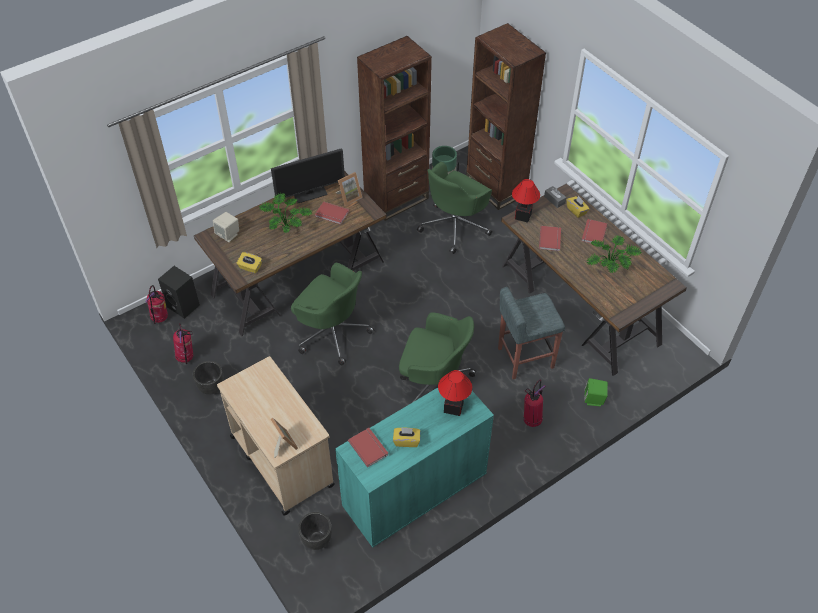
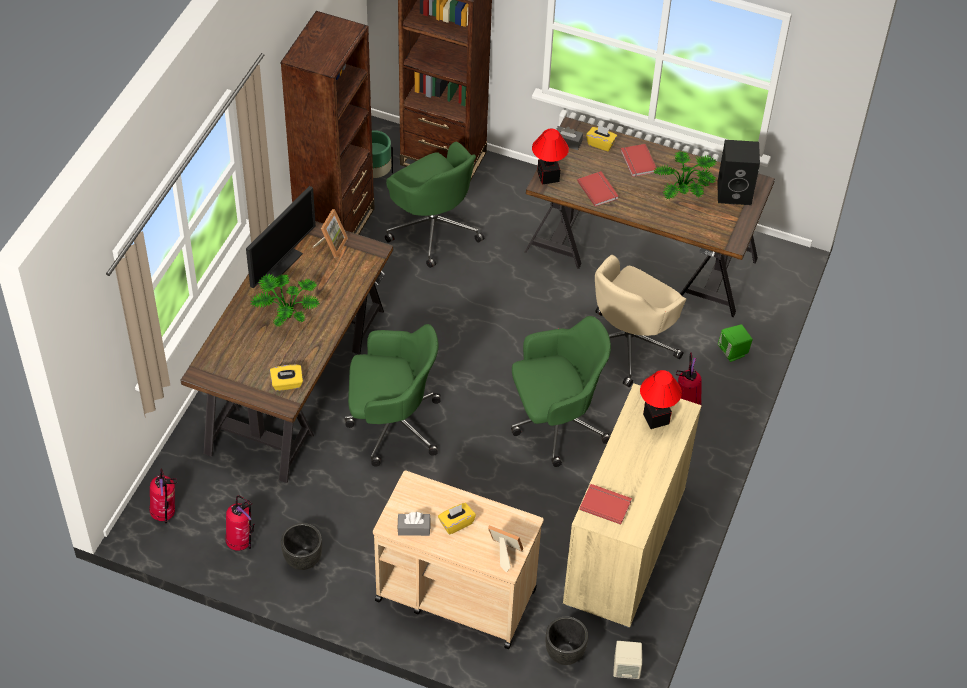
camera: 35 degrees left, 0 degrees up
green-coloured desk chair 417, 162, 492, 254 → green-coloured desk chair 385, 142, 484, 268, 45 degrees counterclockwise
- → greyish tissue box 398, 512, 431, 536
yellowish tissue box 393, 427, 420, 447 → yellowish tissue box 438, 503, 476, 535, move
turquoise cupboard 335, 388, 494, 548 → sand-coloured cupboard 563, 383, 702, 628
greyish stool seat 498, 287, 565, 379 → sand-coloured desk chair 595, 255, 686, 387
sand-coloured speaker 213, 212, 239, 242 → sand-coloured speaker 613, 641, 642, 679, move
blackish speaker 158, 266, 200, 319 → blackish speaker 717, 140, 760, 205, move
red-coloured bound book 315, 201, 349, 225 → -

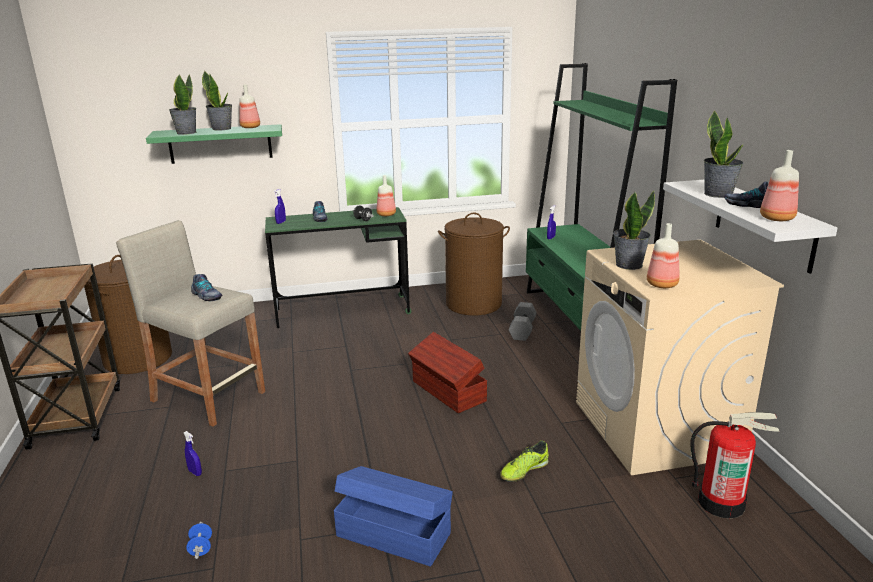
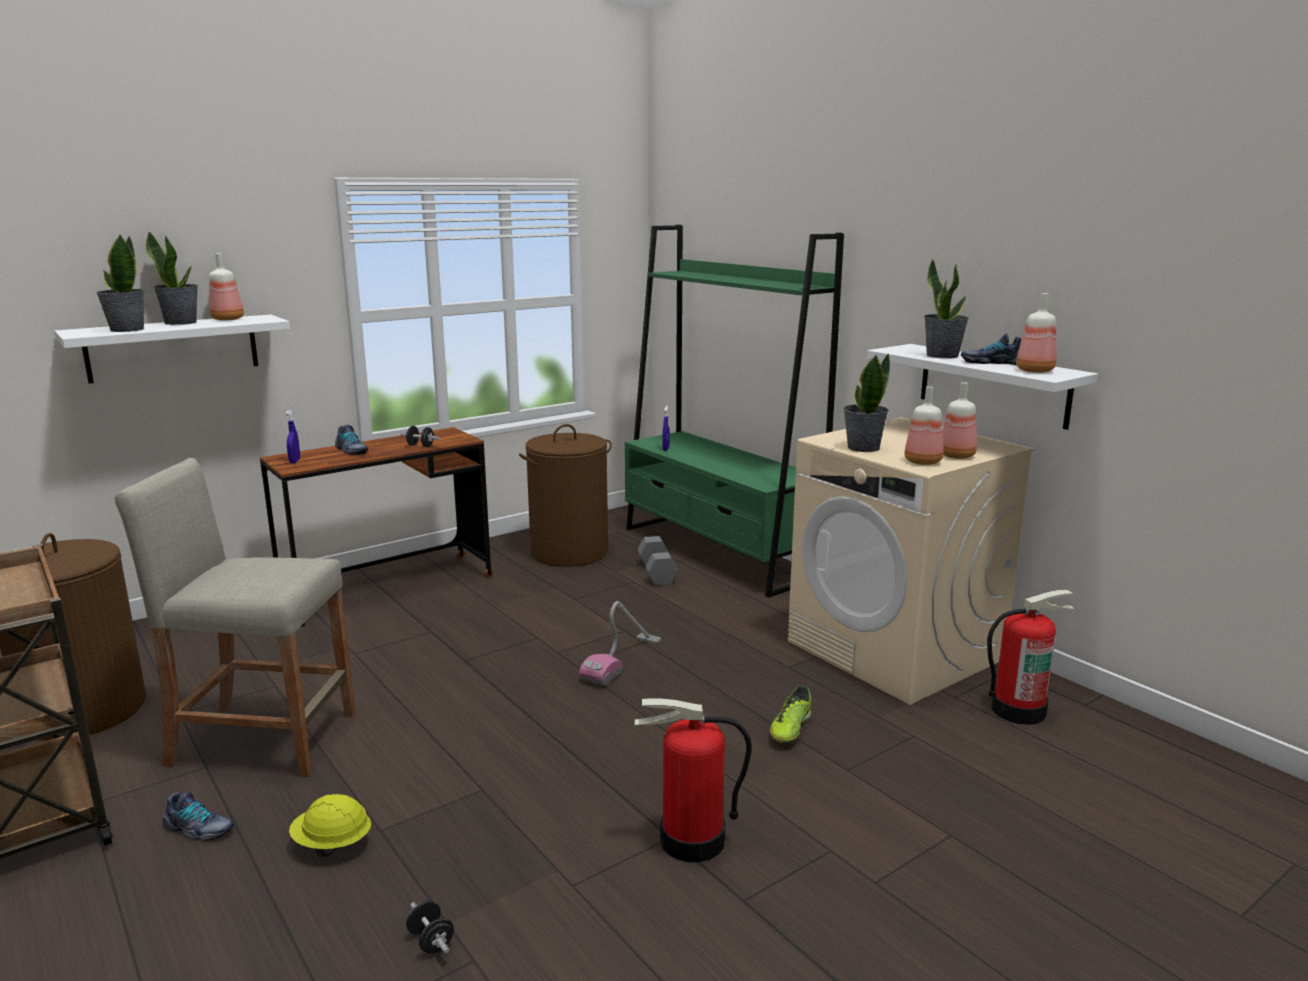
camera: 25 degrees left, 5 degrees down
green-coloured bracket shelf 146, 124, 282, 164 → whitish bracket shelf 54, 314, 290, 384
low shoe 191, 274, 222, 301 → low shoe 163, 792, 234, 841, move
green-coloured desk 265, 207, 412, 328 → brownish desk 260, 427, 494, 627
bluish spray bottle 184, 431, 202, 476 → yellowish safety helmet 289, 794, 371, 857
bluish free weight 186, 522, 212, 559 → blackish free weight 406, 901, 454, 954
brownish storage container 408, 332, 487, 413 → vacuum 579, 601, 661, 686
bluish storage container 334, 466, 453, 567 → fire extinguisher 634, 698, 752, 862
bottle 376, 175, 396, 216 → bottle 942, 382, 977, 459, move

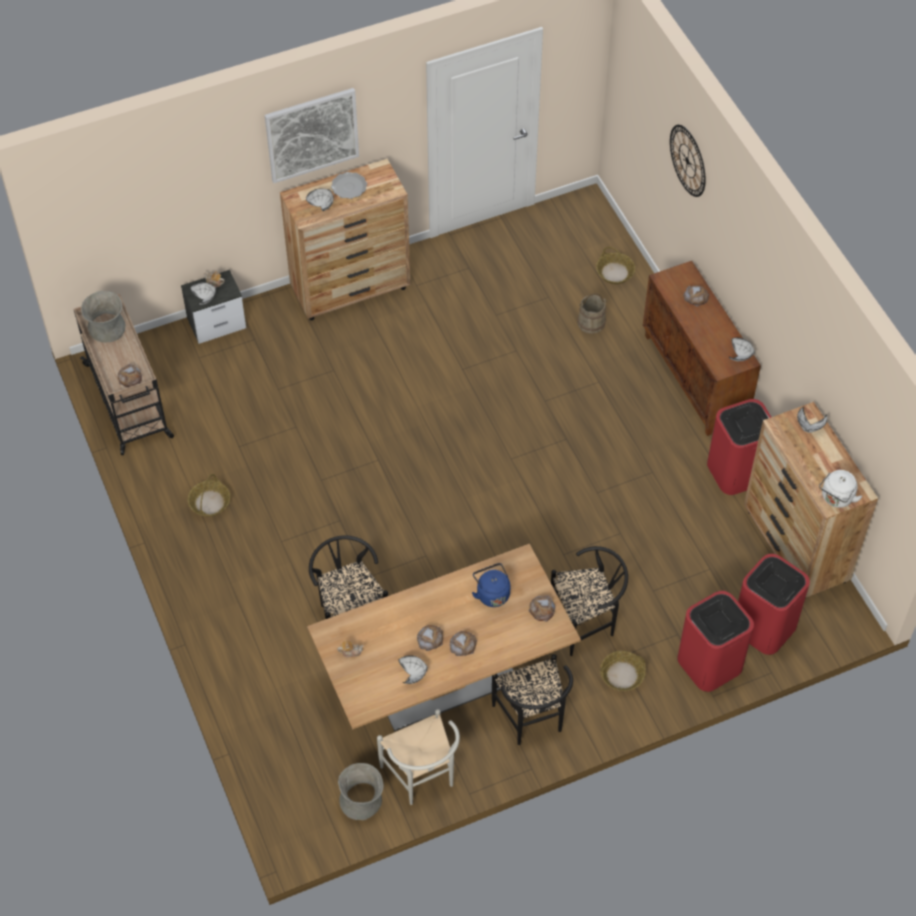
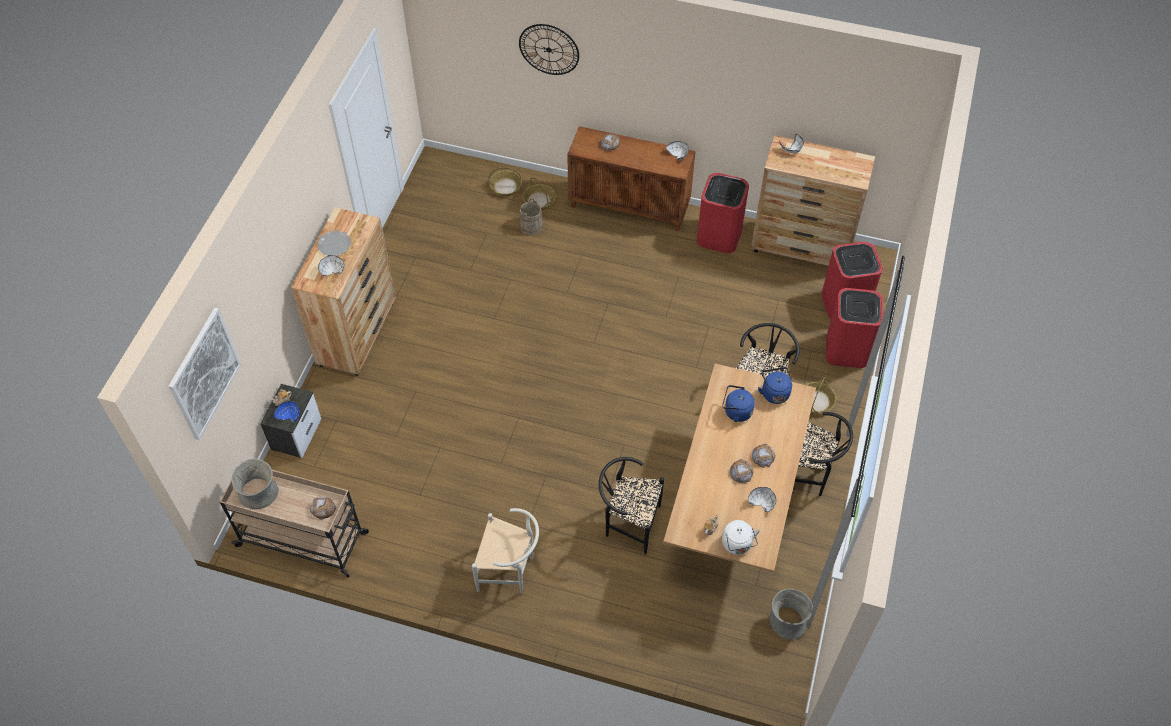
camera: 50 degrees left, 0 degrees up
wall picture 265, 88, 359, 183 → wall picture 168, 308, 241, 440, move
whitish bowl 190, 282, 216, 305 → bluish bowl 274, 401, 300, 423
whitish plain chair 377, 709, 460, 805 → whitish plain chair 472, 508, 539, 594, move
household basket 188, 474, 230, 517 → household basket 523, 177, 556, 210, move
whitish water kettle 819, 470, 863, 508 → whitish water kettle 722, 520, 760, 555, move
bread 529, 595, 555, 622 → bluish water kettle 758, 367, 792, 404

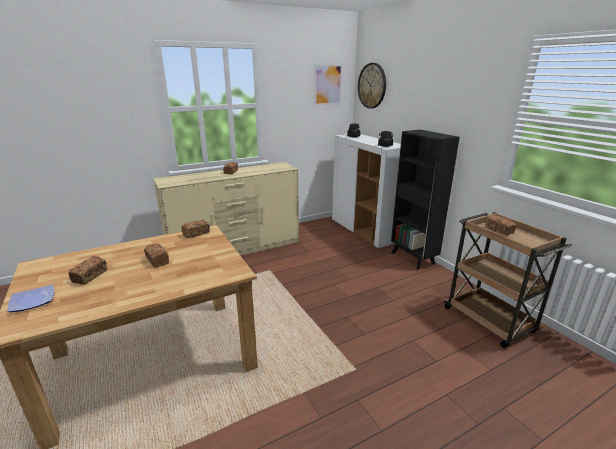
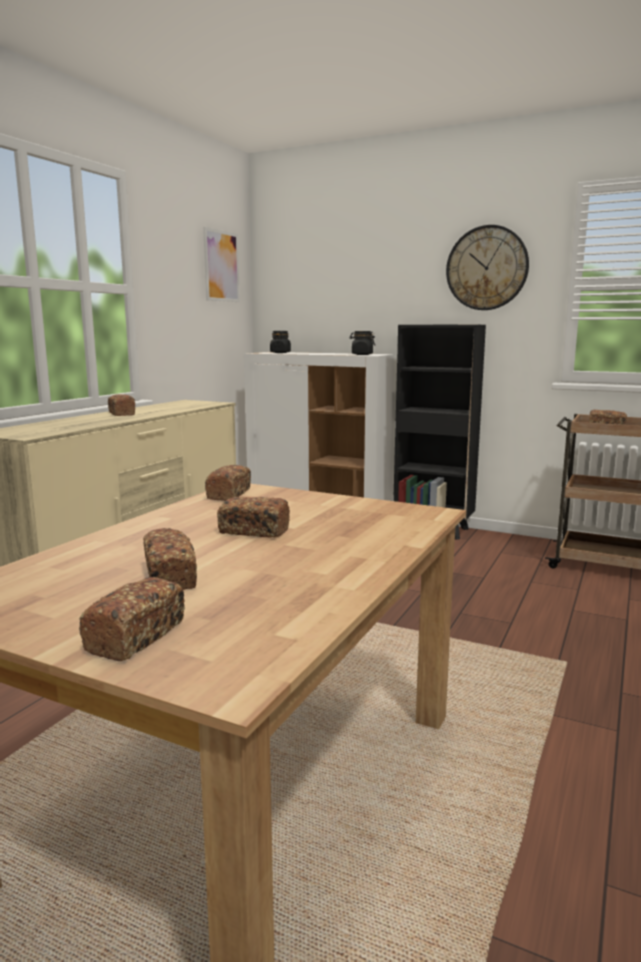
camera: 35 degrees left, 10 degrees down
plate 8, 284, 54, 312 → bread 79, 577, 185, 661
wall clock 358, 63, 386, 109 → wall clock 446, 225, 529, 310, move

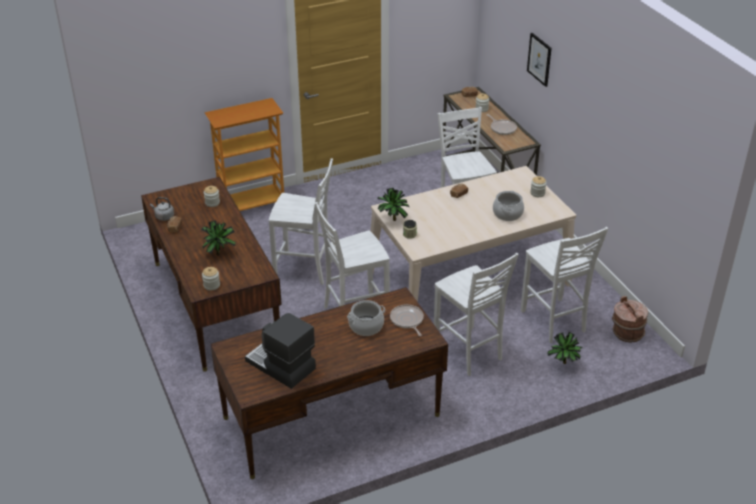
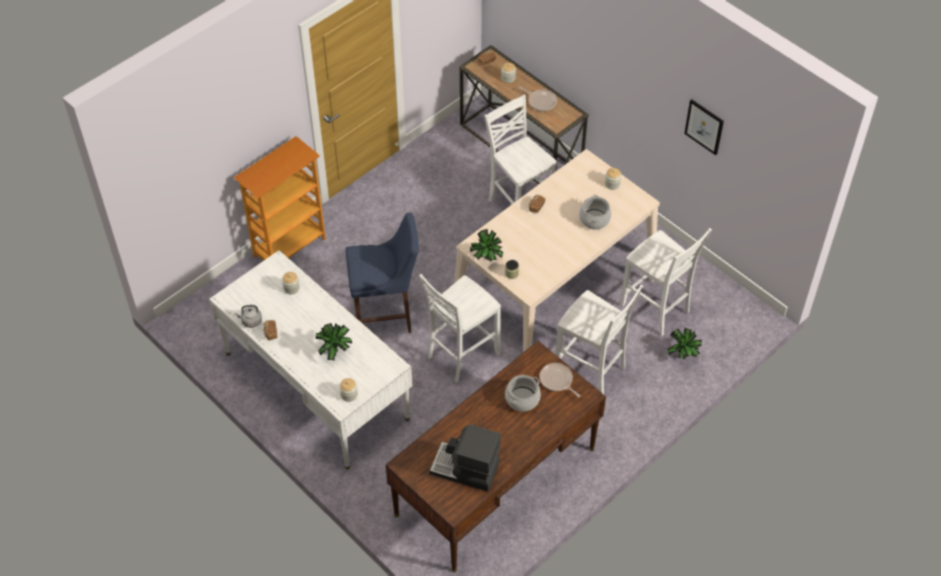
camera: 20 degrees left, 15 degrees up
brownish desk 141, 177, 282, 372 → whitish desk 209, 250, 413, 470
whitish plain chair 269, 158, 333, 285 → bluish stool seat 345, 213, 419, 333
wall picture 527, 33, 552, 87 → wall picture 684, 99, 724, 155, move
brownish water bucket 612, 296, 648, 342 → -

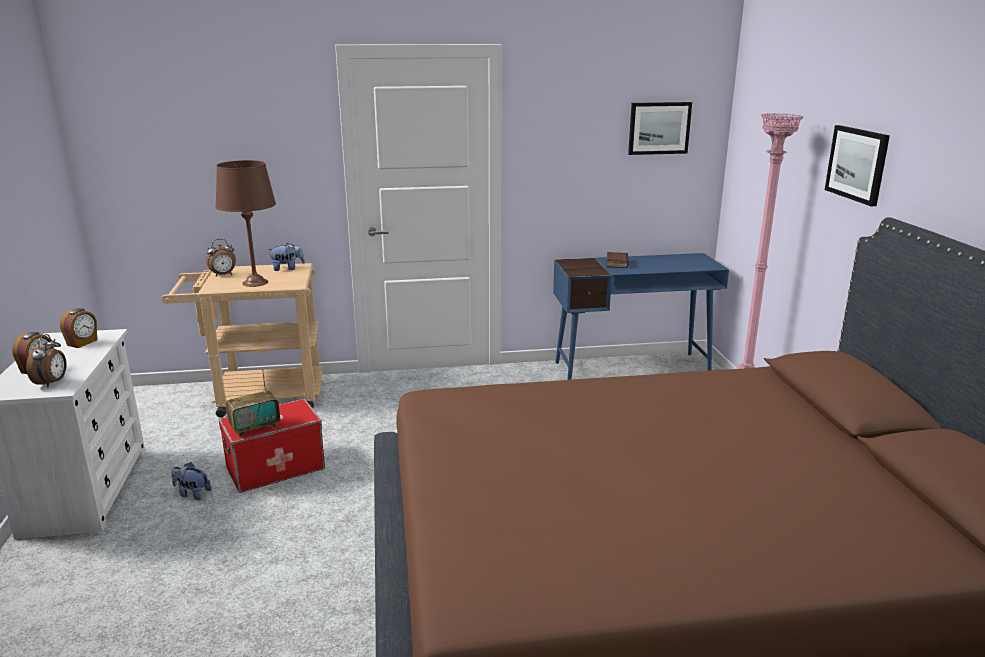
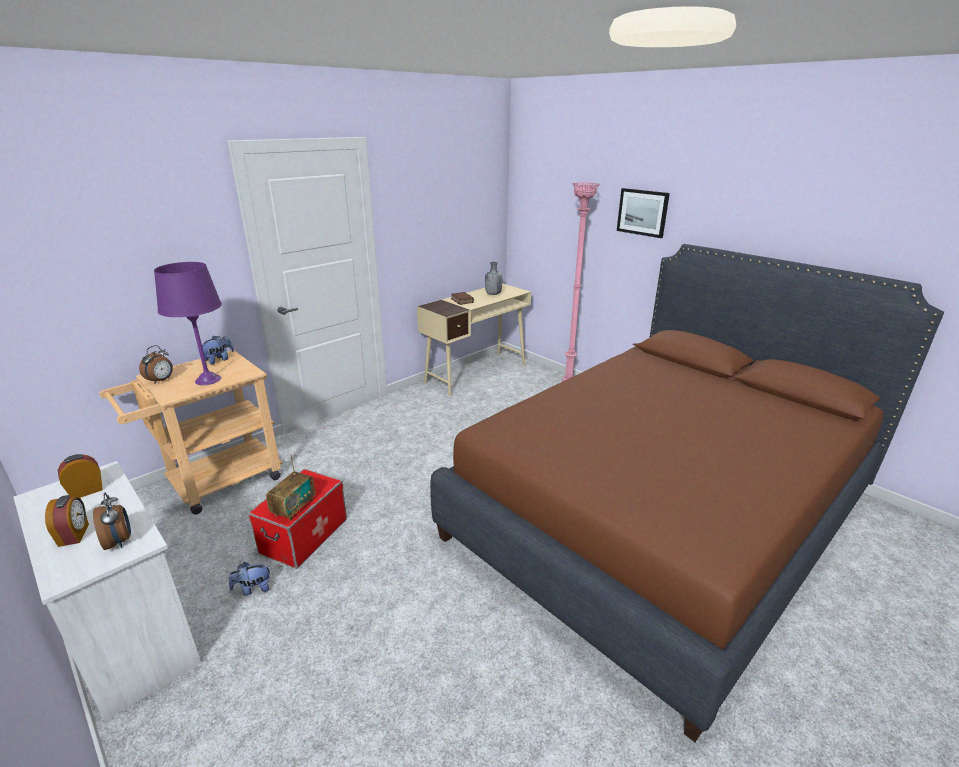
camera: 35 degrees left, 5 degrees up
bedside clock 60, 308, 97, 348 → bedside clock 58, 454, 103, 498, 120 degrees counterclockwise
brownish lamp for a table 215, 160, 276, 287 → purplish lamp for a table 154, 262, 222, 385
bluish desk 553, 253, 729, 380 → sand-coloured desk 417, 283, 531, 396
- → greyish bottle 485, 262, 502, 295
wall picture 628, 102, 692, 155 → -

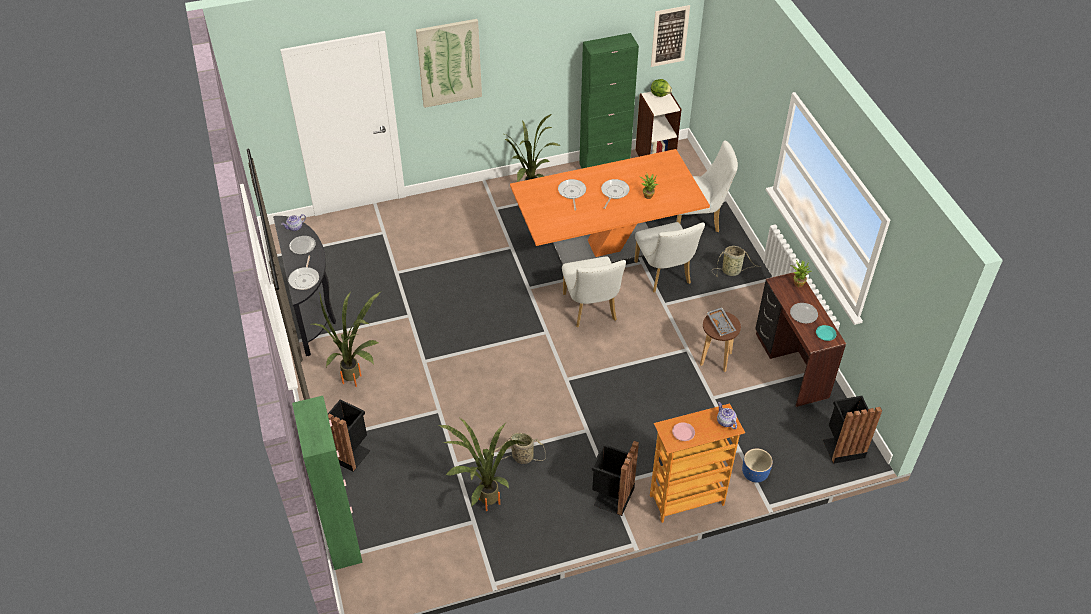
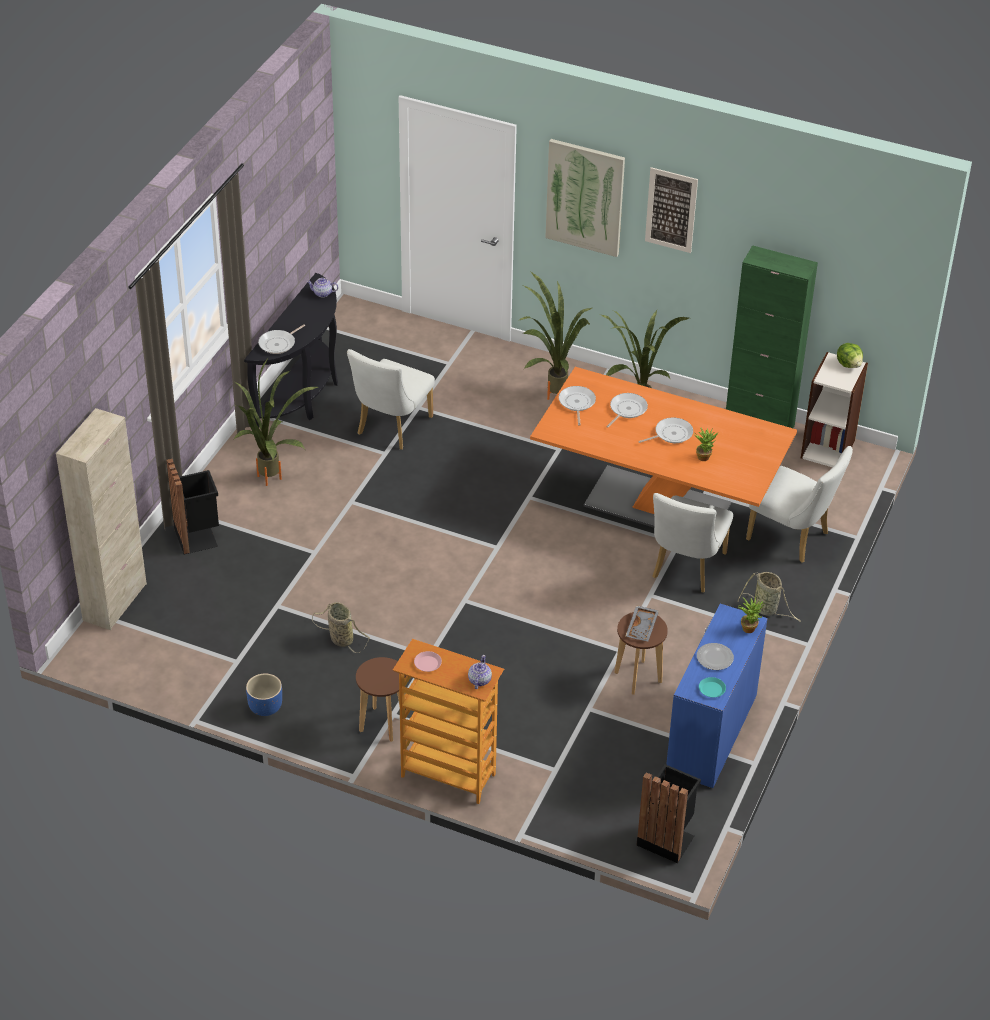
camera: 40 degrees right, 5 degrees down
green-coloured cupboard 292, 396, 363, 570 → sand-coloured cupboard 56, 408, 147, 630
bluish planter 742, 448, 773, 483 → bluish planter 246, 673, 282, 716, move
whitish plain chair 562, 256, 626, 328 → whitish plain chair 347, 349, 435, 450, move
blackish trash can 591, 441, 639, 516 → brownish stool seat 356, 657, 406, 742
plant in a pot 438, 418, 526, 511 → plant in a pot 518, 272, 592, 400, move
- → skillet 559, 386, 596, 425
wall picture 651, 5, 690, 67 → wall picture 645, 167, 698, 253, move
brownish desk 755, 272, 846, 407 → bluish desk 666, 604, 768, 788
plate 289, 236, 316, 254 → -

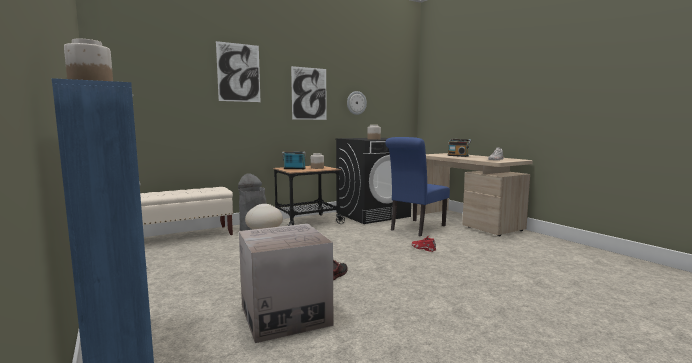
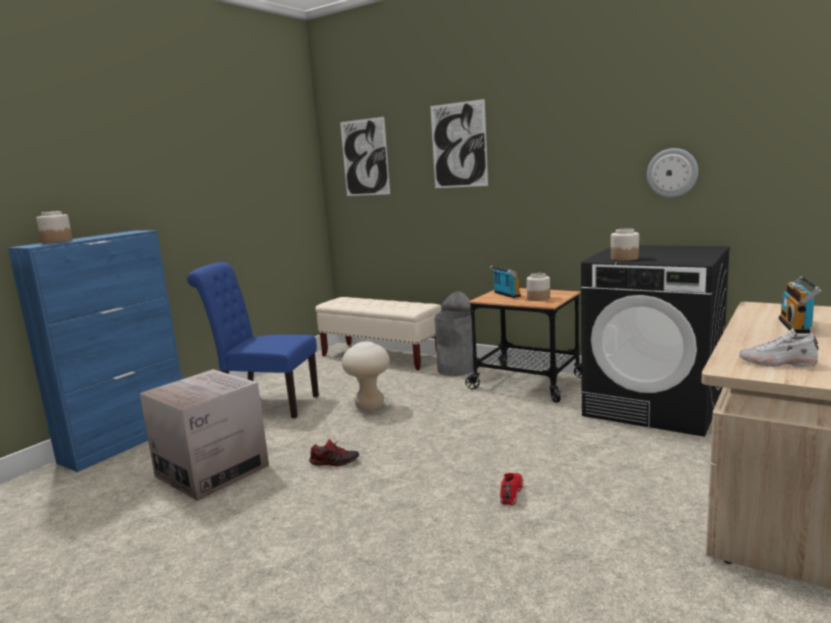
camera: 65 degrees right, 5 degrees up
bluish plain chair 385, 137, 450, 236 → bluish plain chair 187, 262, 319, 418, move
wall picture 291, 66, 327, 120 → wall picture 340, 117, 390, 196, move

